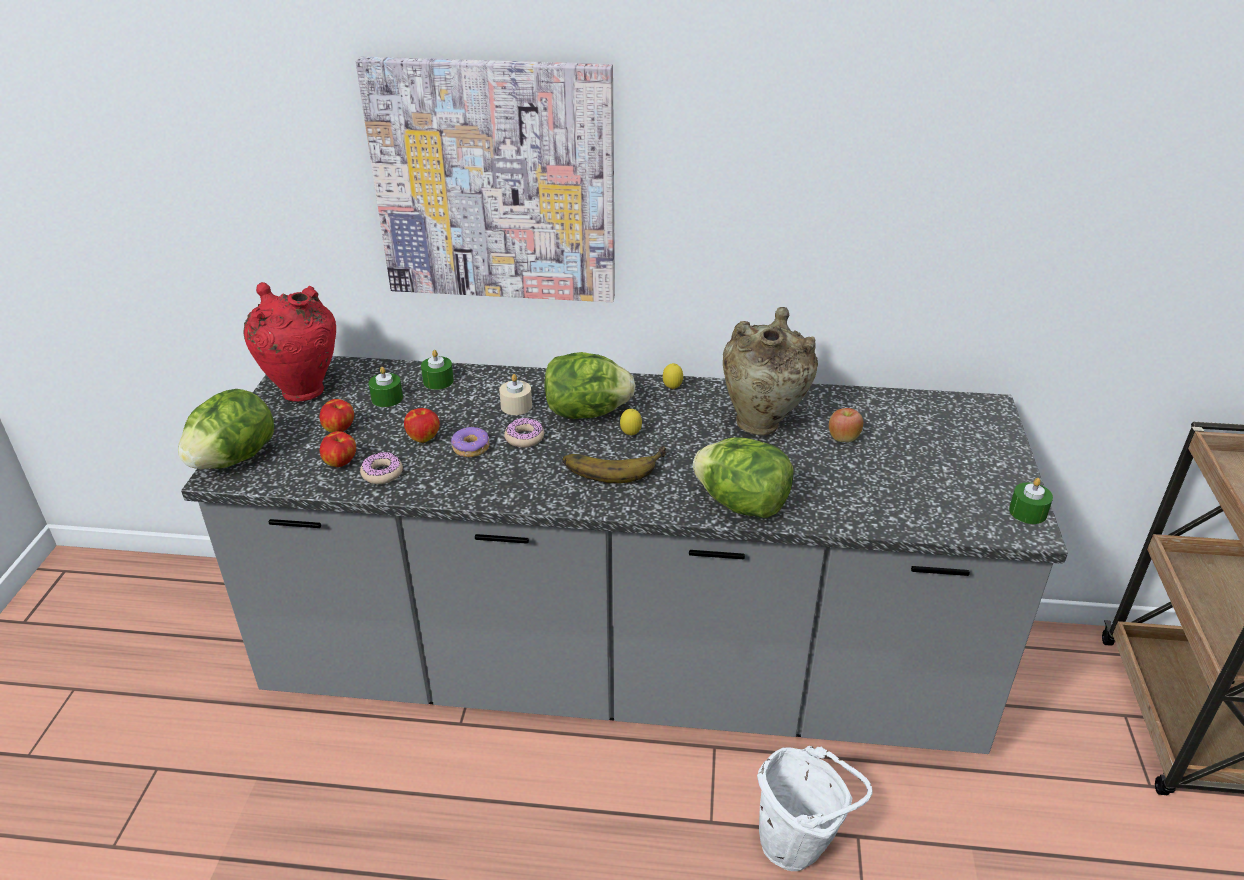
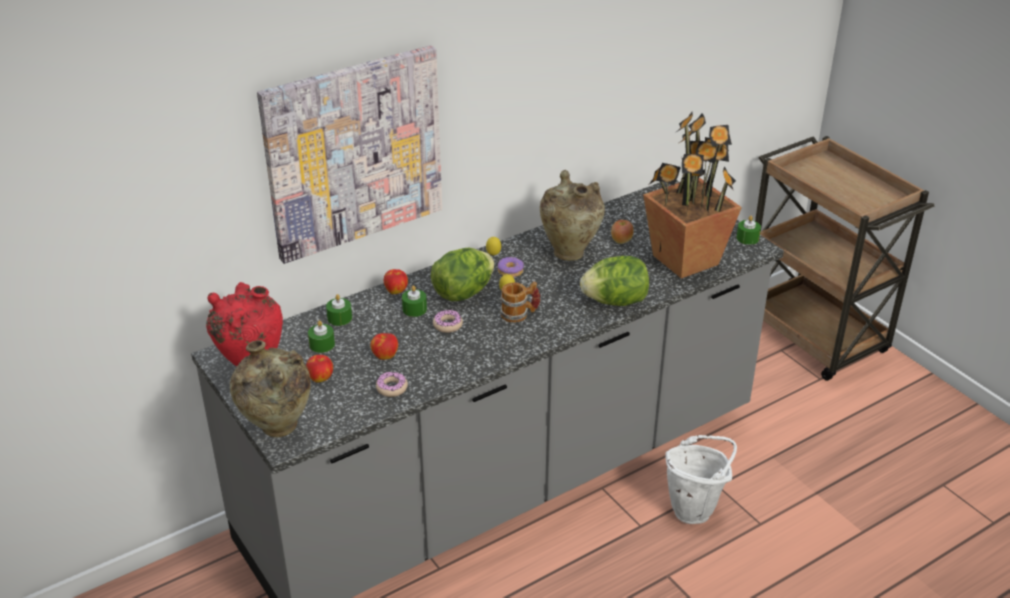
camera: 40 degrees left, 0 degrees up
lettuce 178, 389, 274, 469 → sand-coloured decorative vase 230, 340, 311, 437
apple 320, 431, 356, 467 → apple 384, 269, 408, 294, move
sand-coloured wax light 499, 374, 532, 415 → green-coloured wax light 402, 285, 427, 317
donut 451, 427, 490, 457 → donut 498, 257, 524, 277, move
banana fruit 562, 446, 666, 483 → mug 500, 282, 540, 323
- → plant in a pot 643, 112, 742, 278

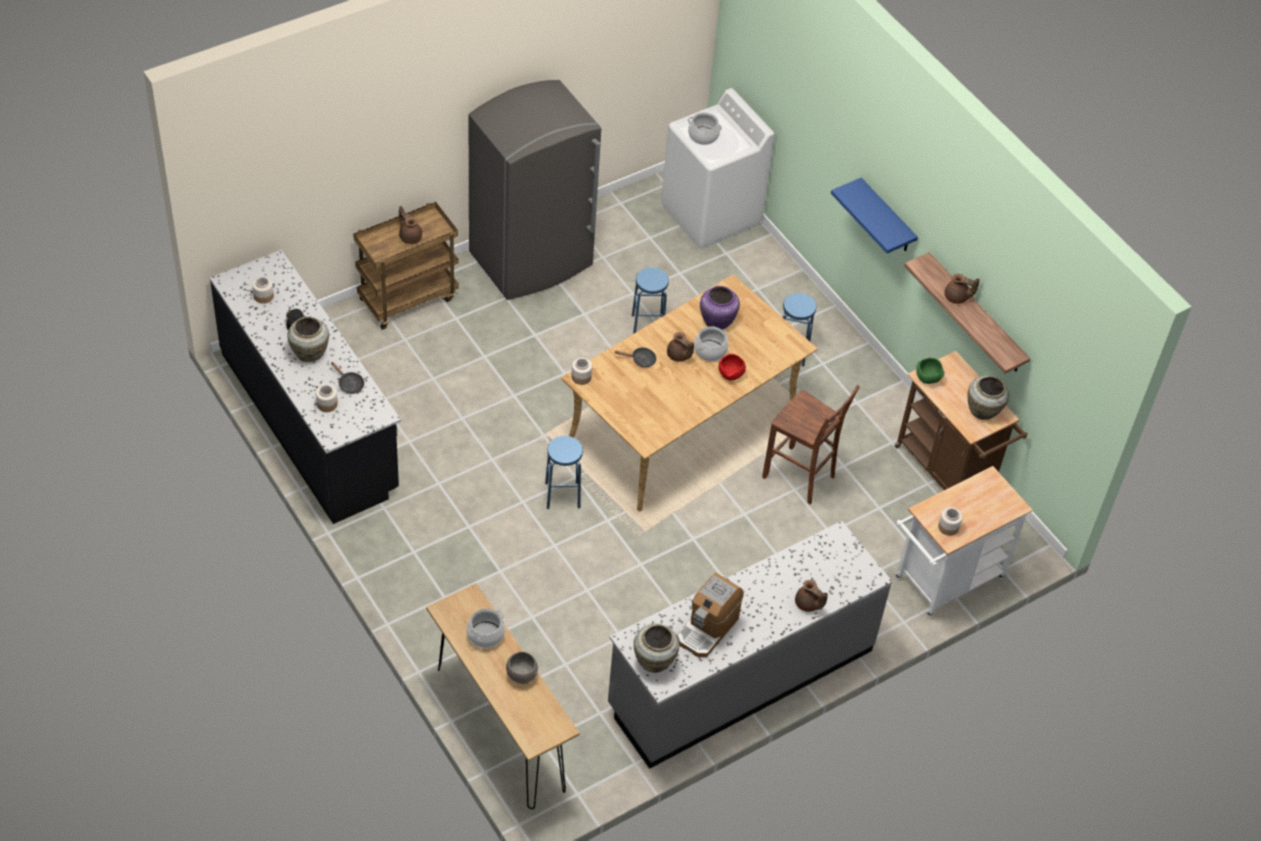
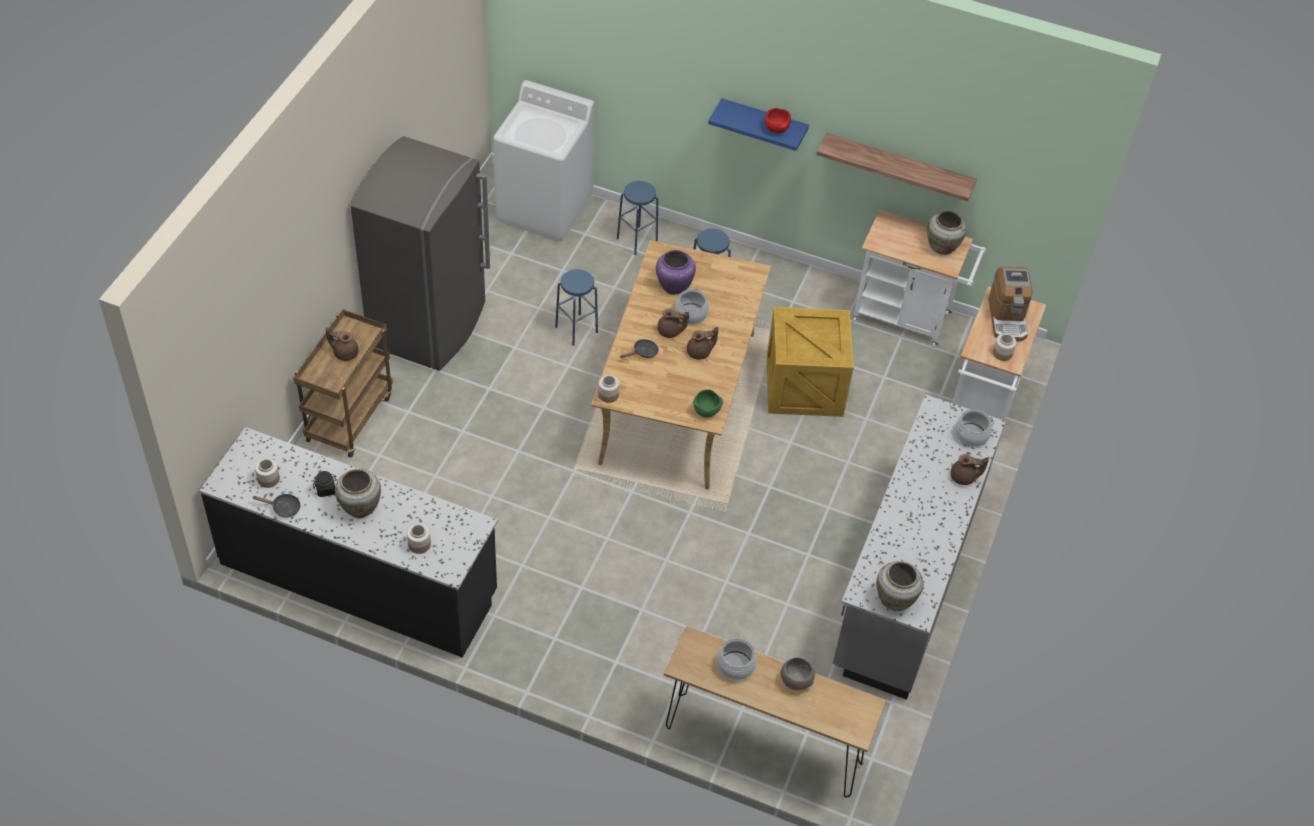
camera: 35 degrees left, 0 degrees up
blackish skillet 331, 362, 364, 394 → blackish skillet 252, 494, 300, 518, move
bluish stool seat 545, 436, 583, 509 → bluish stool seat 617, 181, 658, 255, move
brownish teapot 944, 274, 980, 304 → brownish teapot 687, 327, 718, 360, move
green-coloured bowl 916, 358, 945, 384 → green-coloured bowl 693, 389, 724, 418, move
red-coloured bowl 718, 354, 746, 381 → red-coloured bowl 765, 108, 791, 133, move
brownish stool seat 762, 385, 860, 504 → shipping crate 767, 307, 854, 417
brownish wheeled cart 895, 351, 1027, 490 → whitish wheeled cart 853, 210, 986, 348
saucepot 688, 112, 722, 145 → saucepot 955, 409, 995, 447, move
coffee machine 677, 573, 744, 657 → coffee machine 988, 267, 1033, 342, move

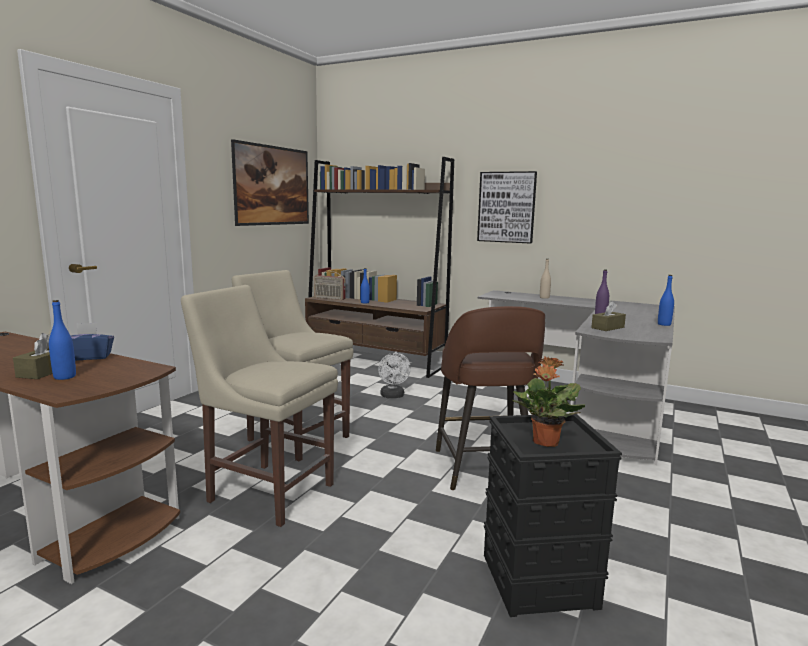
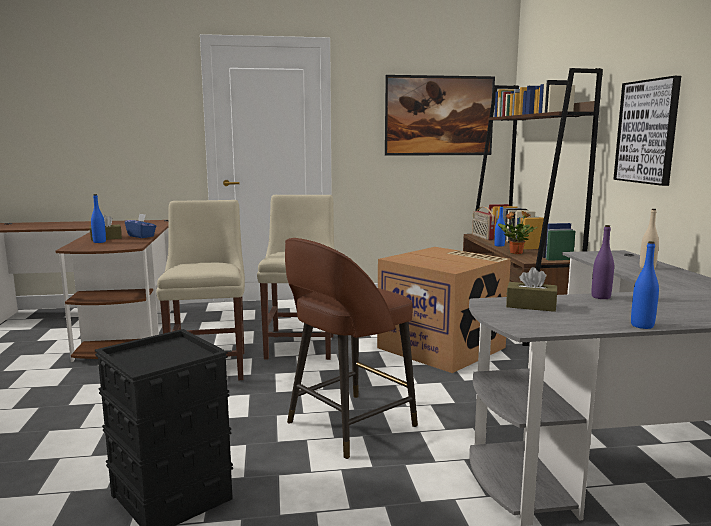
camera: 55 degrees right, 0 degrees up
whitish fan 378, 353, 411, 398 → cardboard box 377, 247, 511, 373
plant in a pot 512, 357, 586, 447 → plant in a pot 498, 211, 538, 254, move

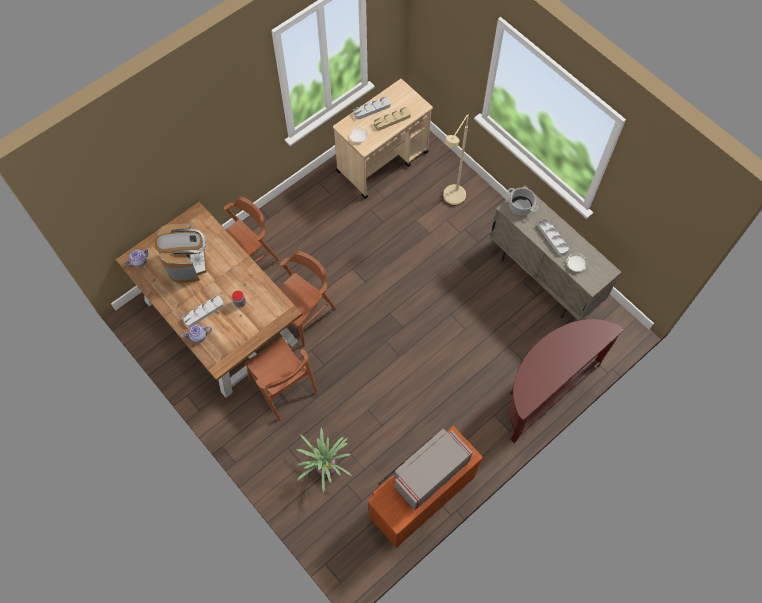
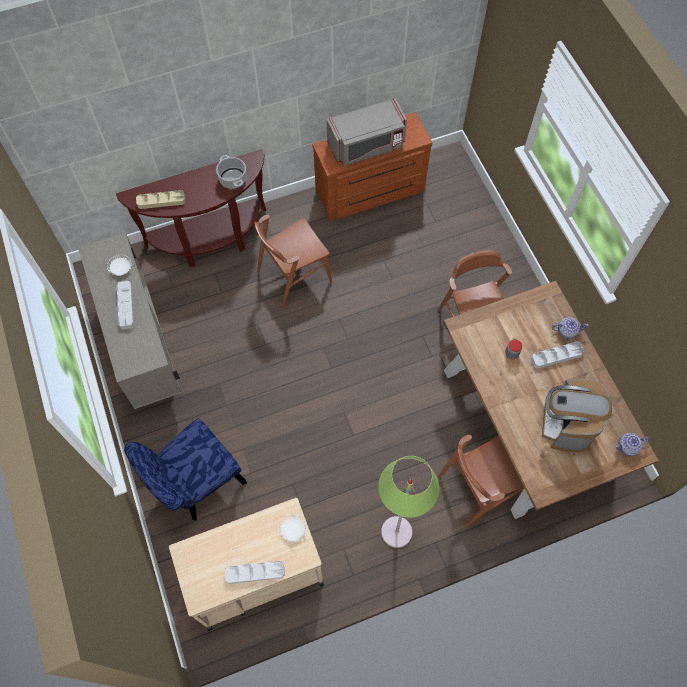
camera: 160 degrees left, 0 degrees up
sand-coloured standing lamp 443, 115, 469, 206 → bluish plain chair 124, 418, 247, 521
sand-coloured tray 374, 107, 411, 131 → sand-coloured tray 136, 190, 185, 209, move
saucepot 508, 188, 538, 215 → saucepot 216, 155, 247, 189, move
brownish plain chair 279, 251, 336, 347 → brownish plain chair 254, 214, 332, 309, move
- → green-coloured standing lamp 378, 456, 439, 548
plant in a pot 296, 427, 352, 493 → -

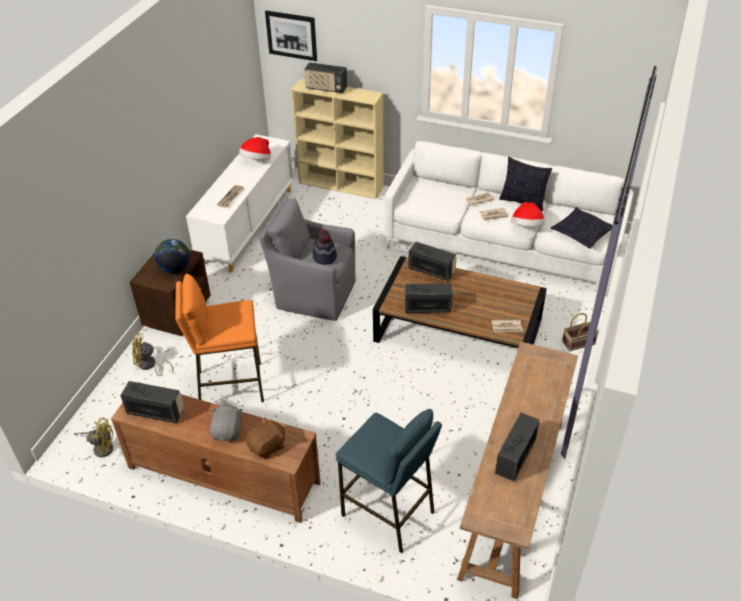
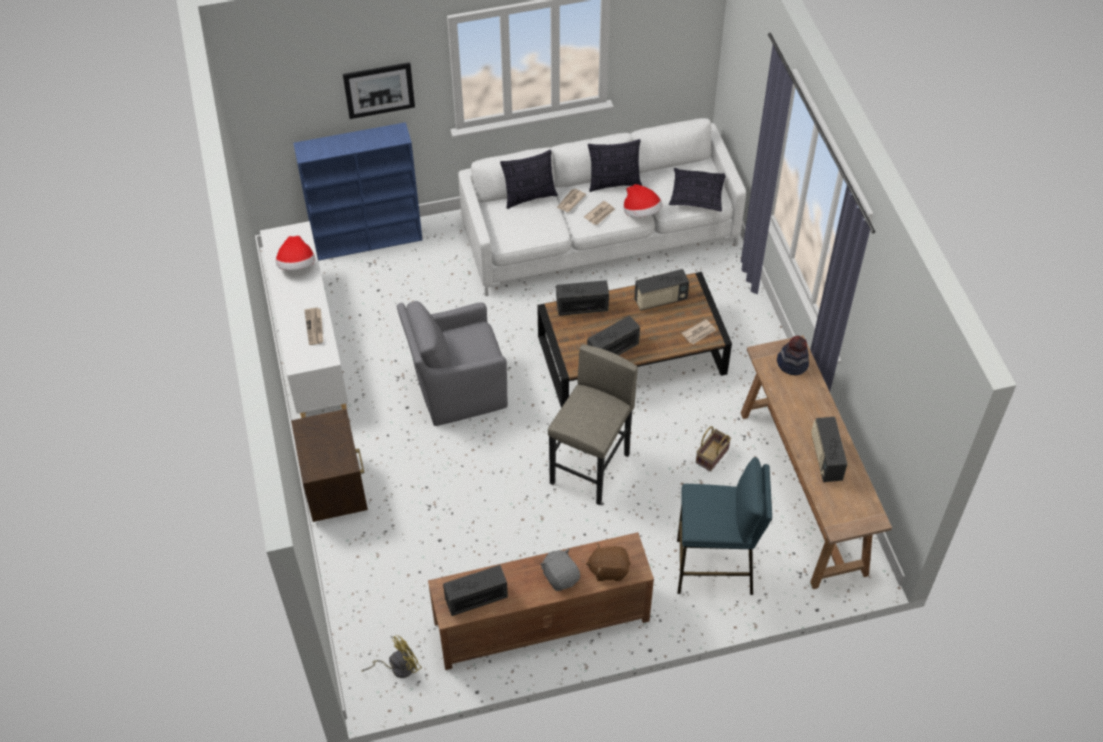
camera: 35 degrees left, 10 degrees up
sand-coloured bookshelf 291, 79, 384, 199 → bluish bookshelf 293, 122, 422, 261
wall picture 265, 11, 317, 61 → wall picture 343, 62, 415, 119, move
- → throw pillow 500, 150, 558, 209
- → greyish stool seat 548, 344, 638, 505
brownish soft toy 246, 417, 285, 459 → brownish soft toy 586, 544, 631, 581, 105 degrees counterclockwise
radio set 304, 62, 347, 93 → radio set 634, 269, 689, 311, move
household basket 562, 313, 599, 351 → household basket 696, 426, 731, 472, move
wearable hat 313, 230, 337, 265 → wearable hat 777, 336, 809, 376, move
yellowish fan 132, 333, 173, 376 → -
globe 155, 239, 190, 273 → -
orange stool seat 175, 274, 264, 402 → -

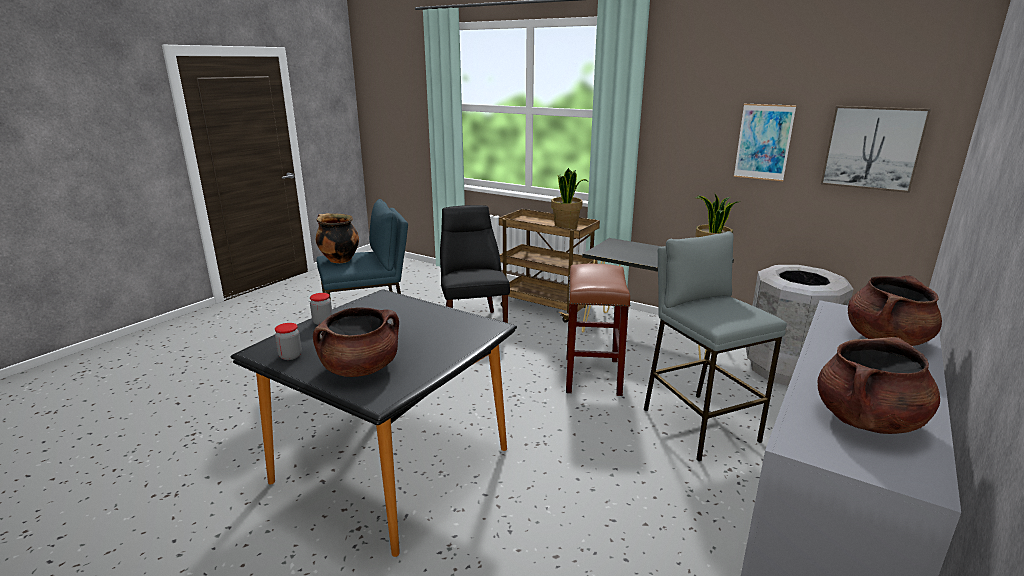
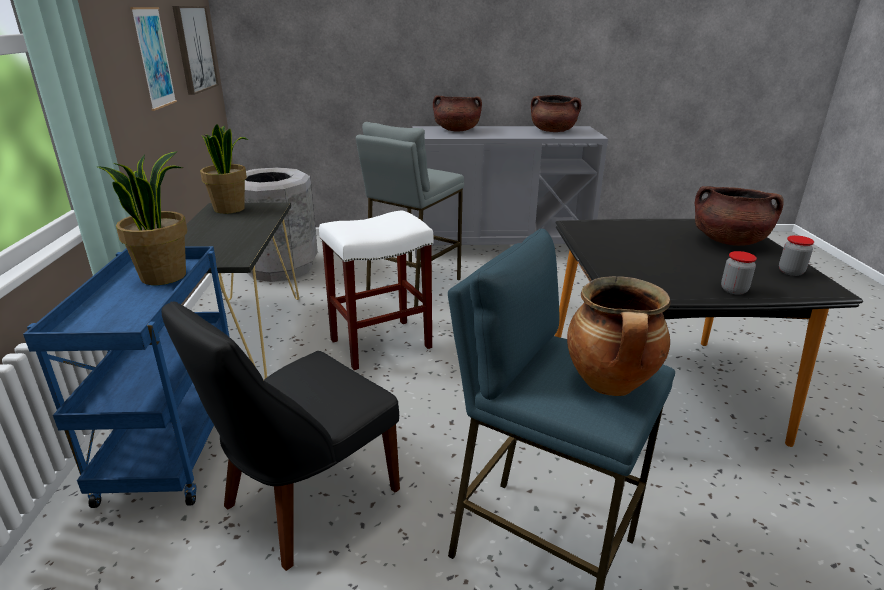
camera: 125 degrees left, 5 degrees up
brownish wheeled cart 499, 209, 600, 323 → bluish wheeled cart 23, 246, 230, 508
brownish stool seat 566, 264, 630, 396 → whitish stool seat 319, 210, 434, 370

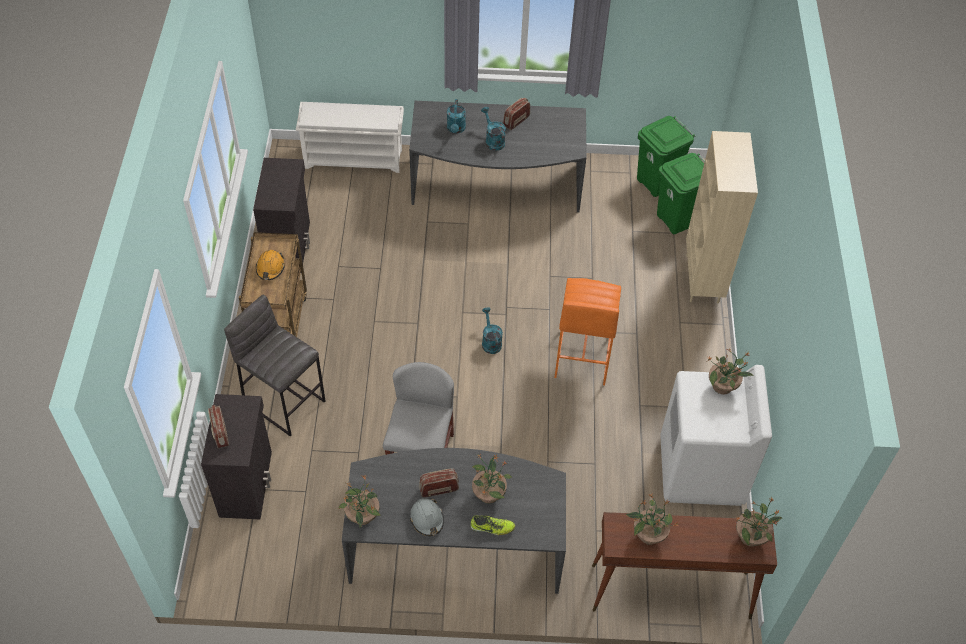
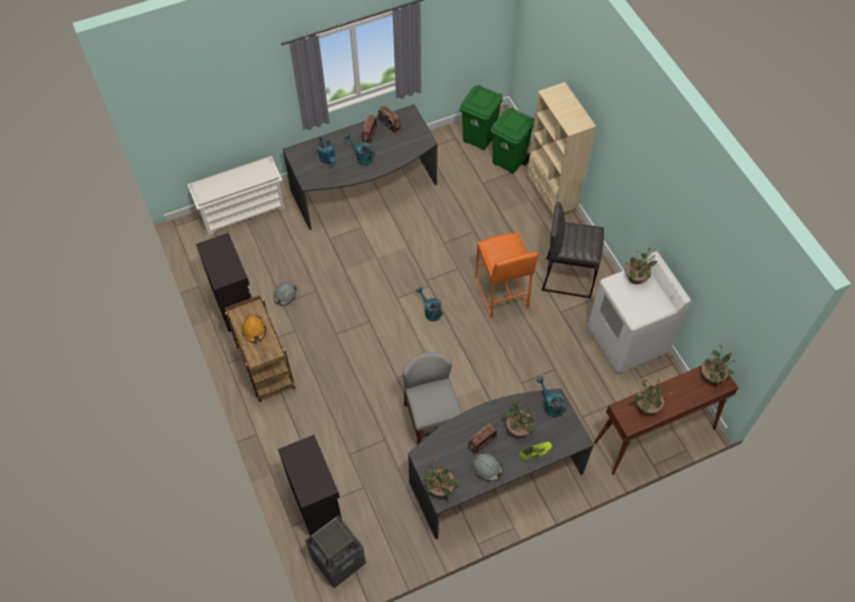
camera: 25 degrees left, 5 degrees up
- → greyish safety helmet 274, 282, 297, 306
- → trash can 305, 515, 366, 588
radio set 208, 405, 229, 448 → radio set 378, 106, 401, 133, move
- → turquoise sprinkling can 536, 377, 566, 417
greyish stool seat 224, 295, 326, 436 → greyish stool seat 542, 202, 604, 298, move

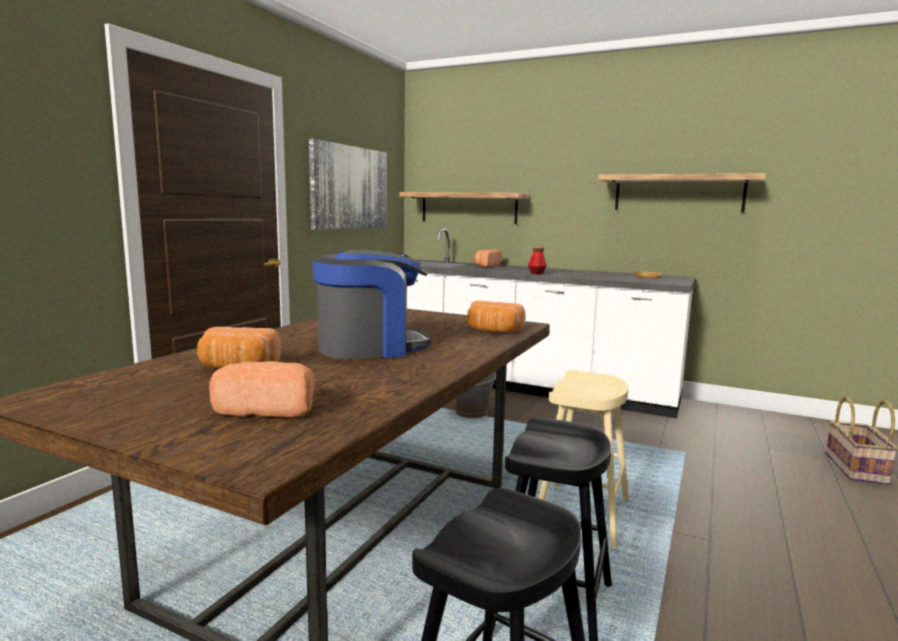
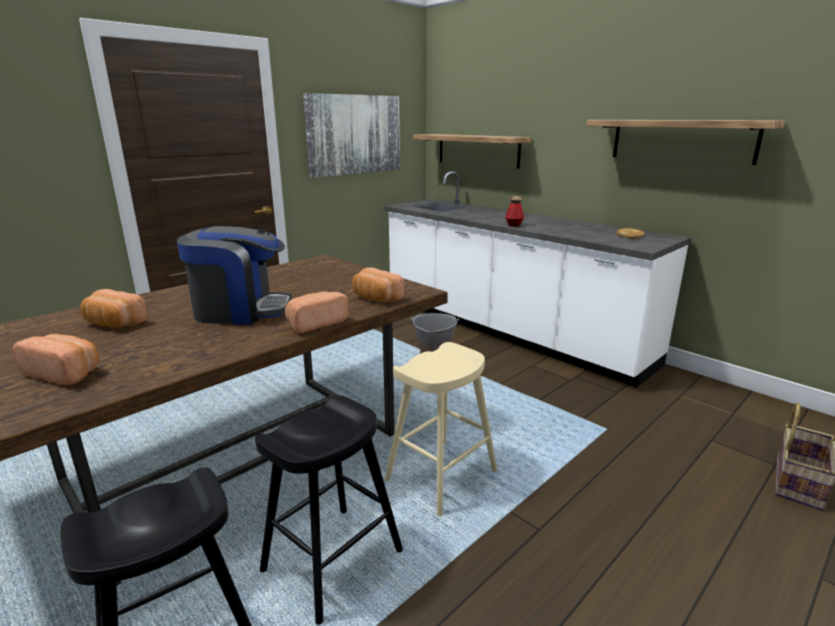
camera: 20 degrees right, 10 degrees up
bread 474, 249, 502, 267 → bread 285, 291, 349, 333, move

